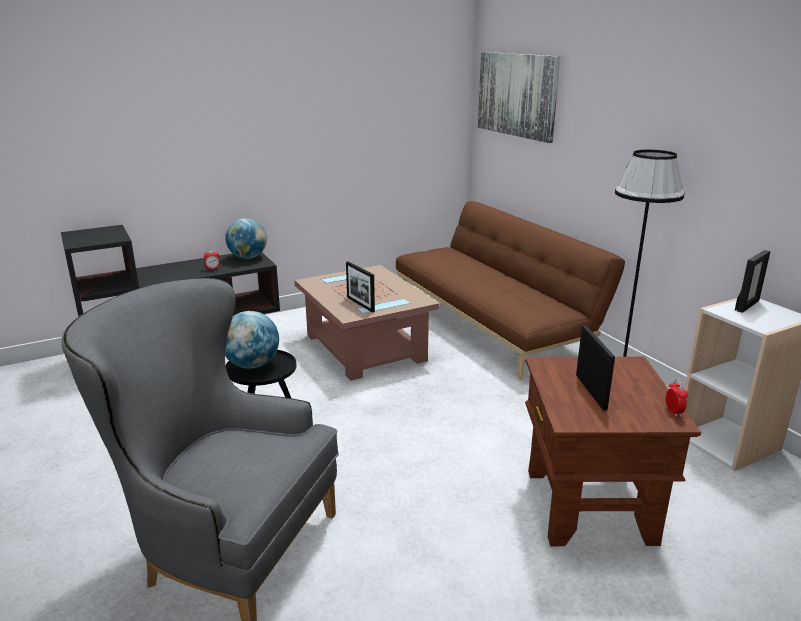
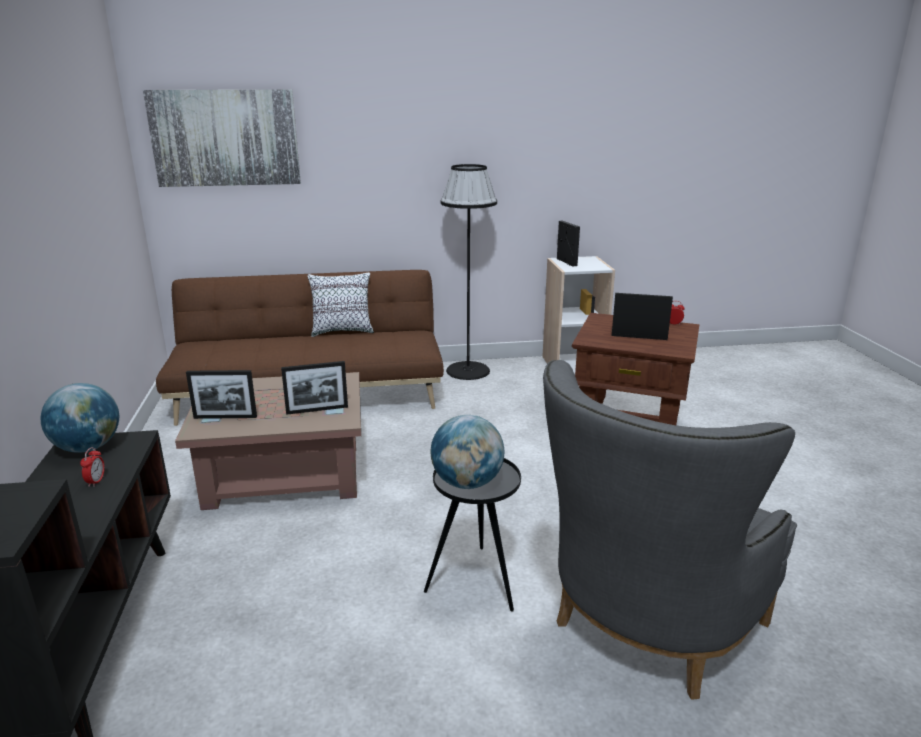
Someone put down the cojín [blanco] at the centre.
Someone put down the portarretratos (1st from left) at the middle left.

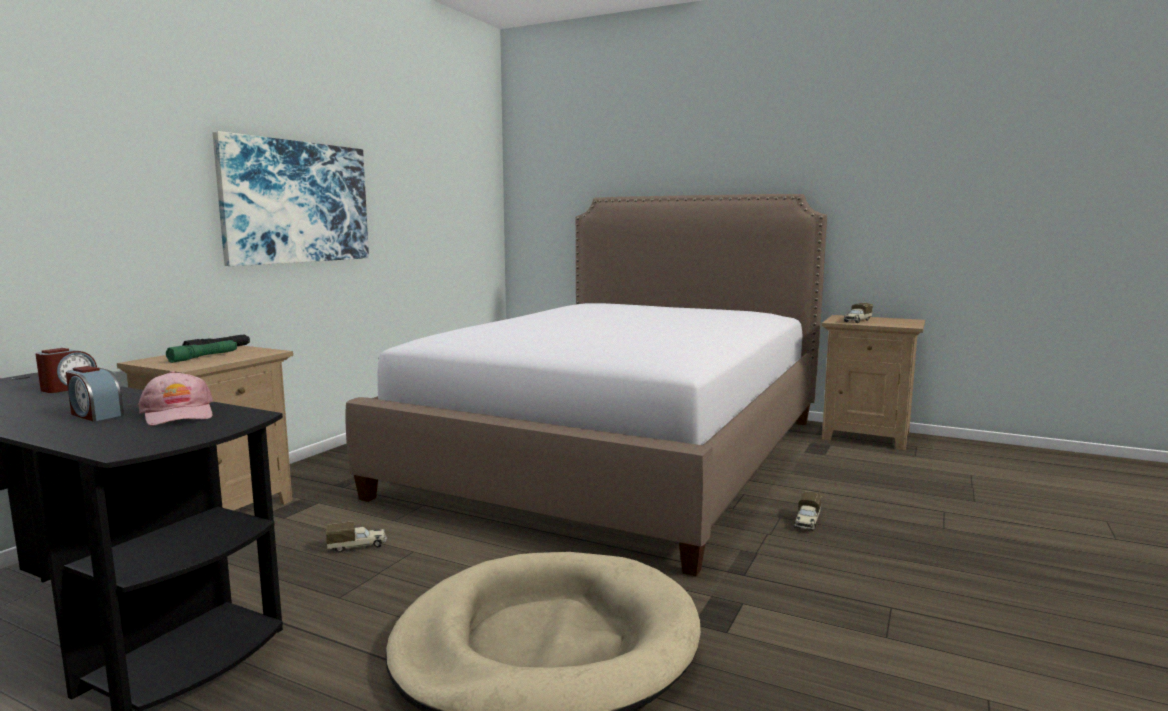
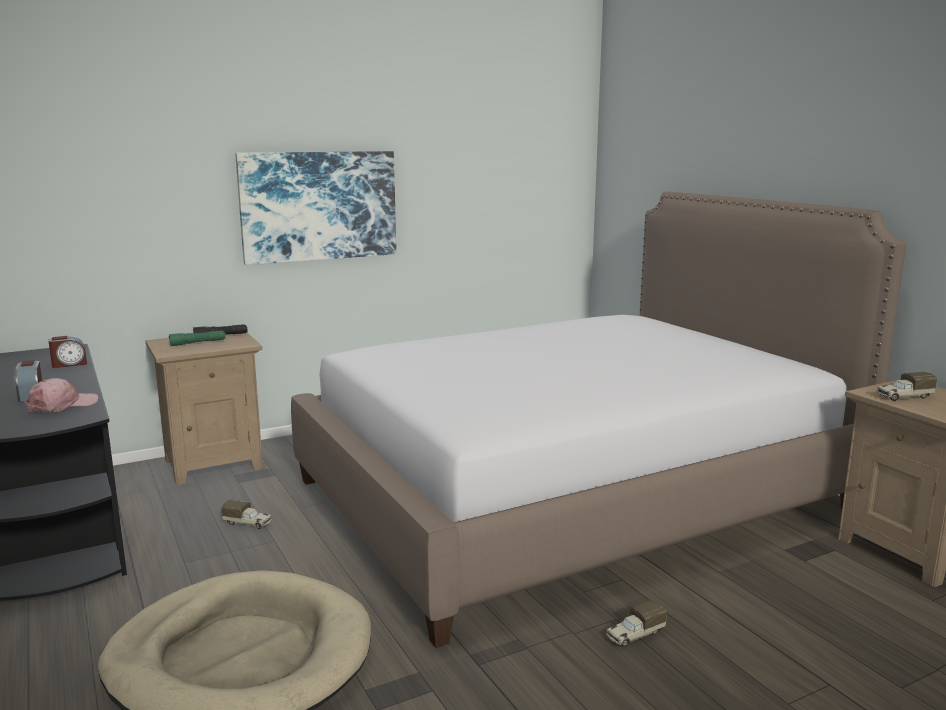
Someone rotated the gorra [rosa] at the middle left by 135 degrees counterclockwise.

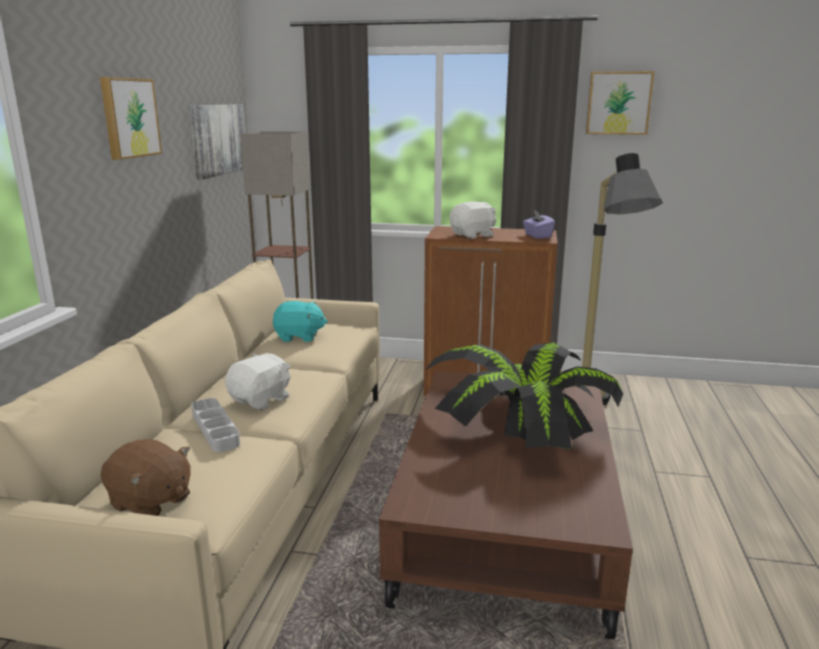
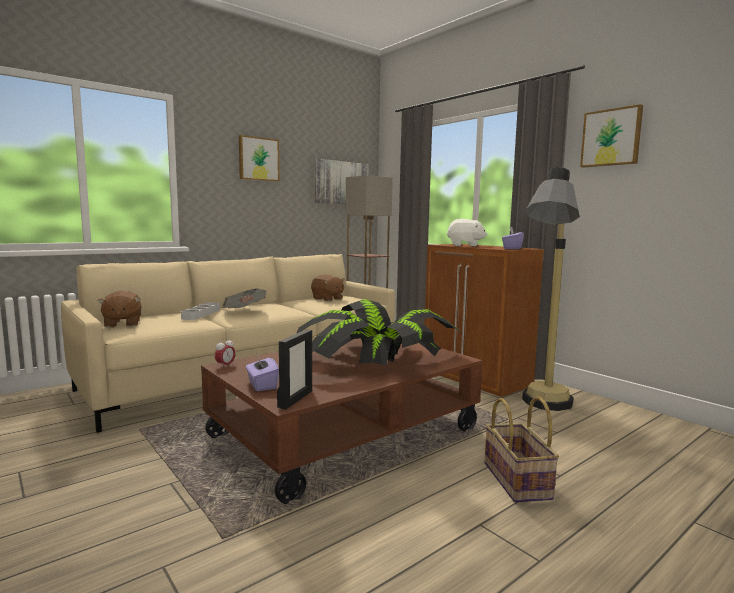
Someone repainted the peluche [turquesa] at the centre, which became the peluche [marrón] (2nd from left) at the centre.
Someone swapped the peluche [blanco] (1st from left) at the middle left for the periódico at the middle left.
Someone put down the portarretratos at the centre.
Someone put down the despertador at the middle left.
Someone put down the caja de pañuelos [morado] (1st from left) at the centre.
Someone put down the cesta at the bottom right.

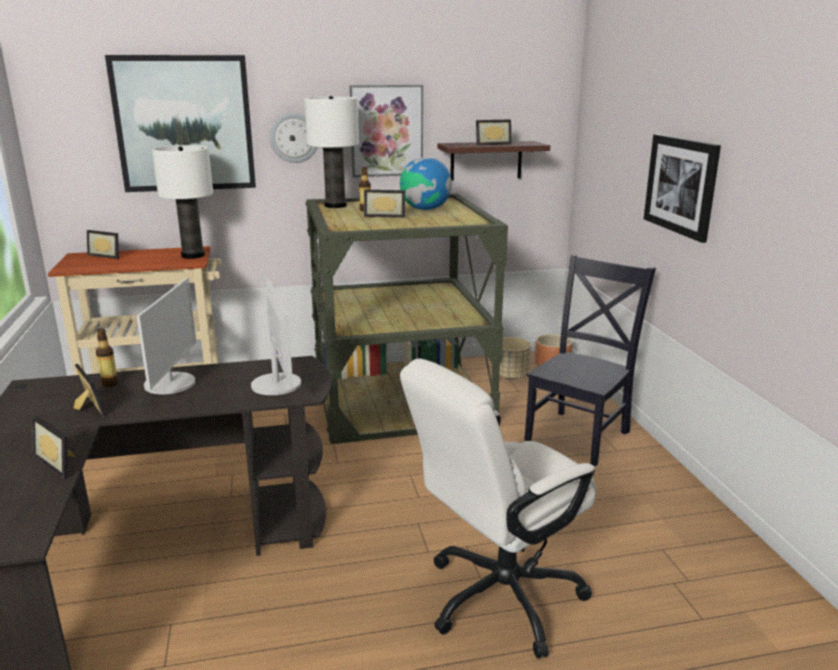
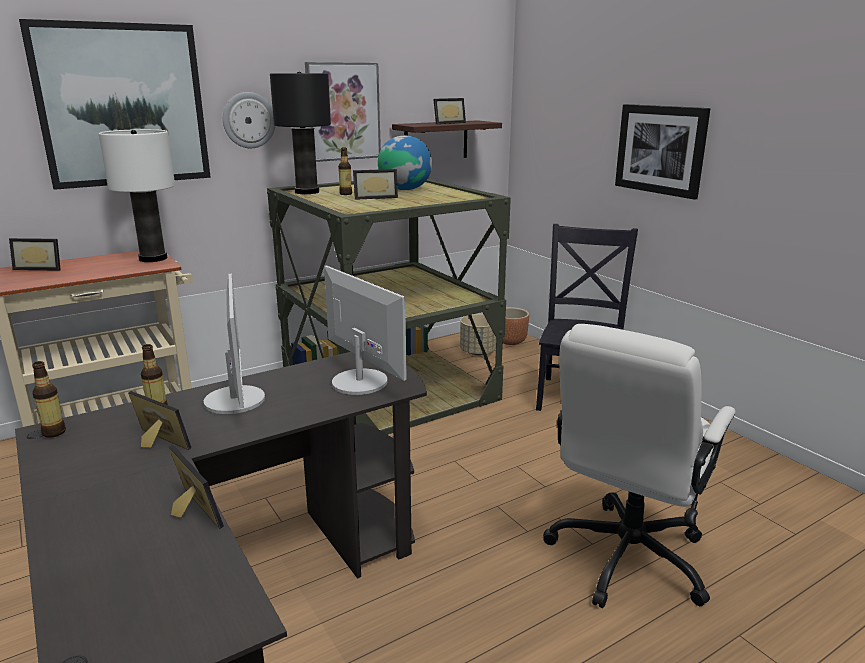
Someone repainted the lámpara de mesa [blanco] (2nd from left) at the top centre, which became the lámpara de mesa [negro] at the top centre.
Someone rotated the portarretratos (1st from left in the first image) at the bottom left by 150 degrees counterclockwise.
Someone put down the botella (1st from left) at the middle left.

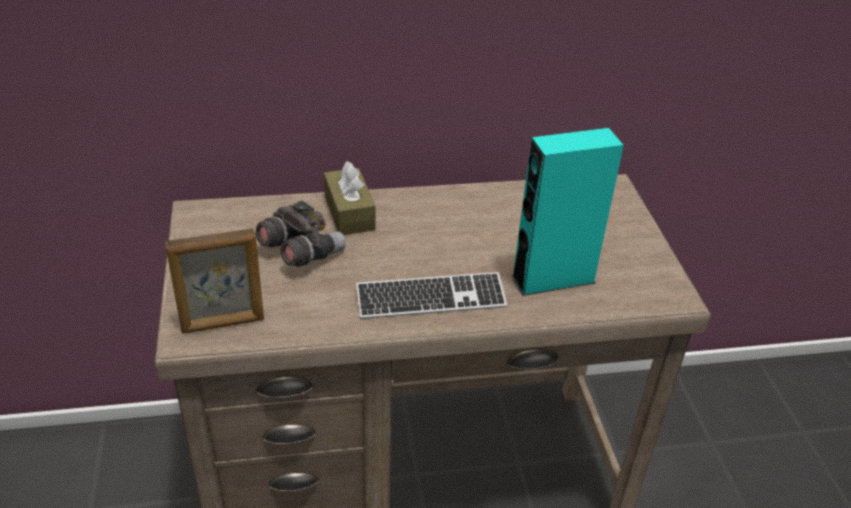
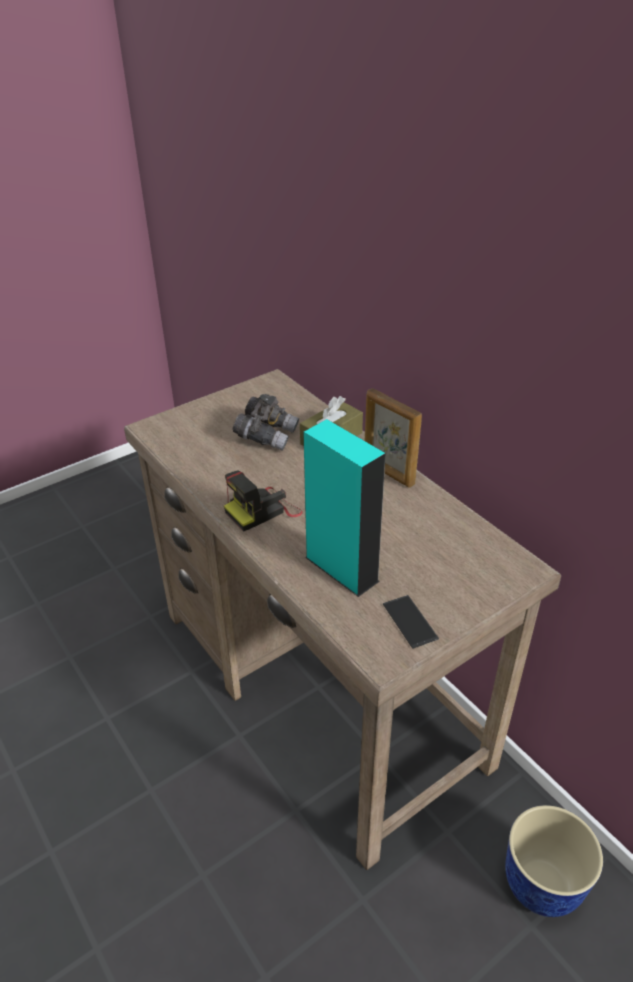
Someone carried the portarretratos from the middle left to the centre.
Someone swapped the teclado at the centre for the cámara at the centre.
Someone put down the móvil at the centre.
Someone put down the maceta at the bottom right.

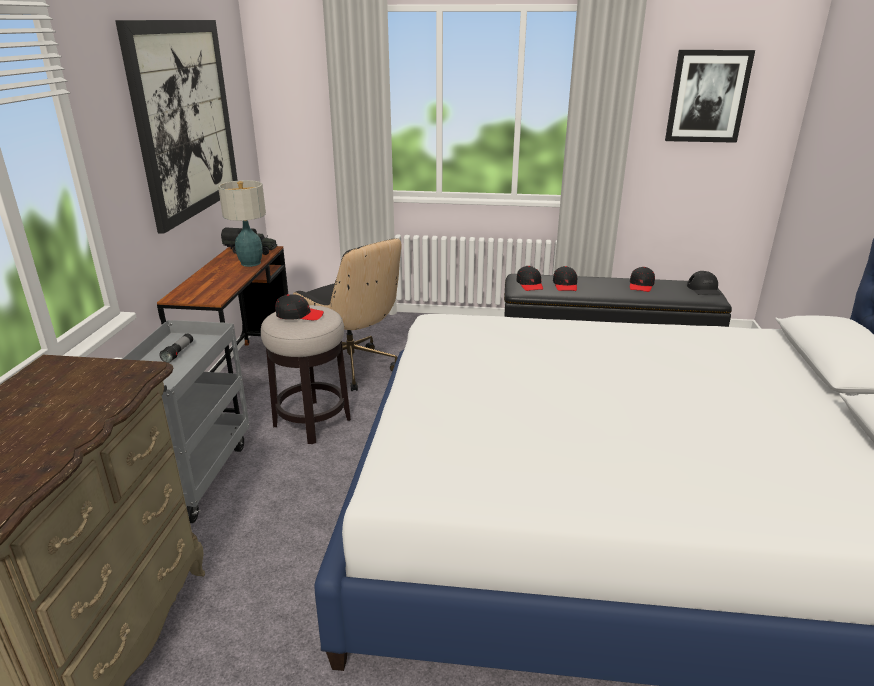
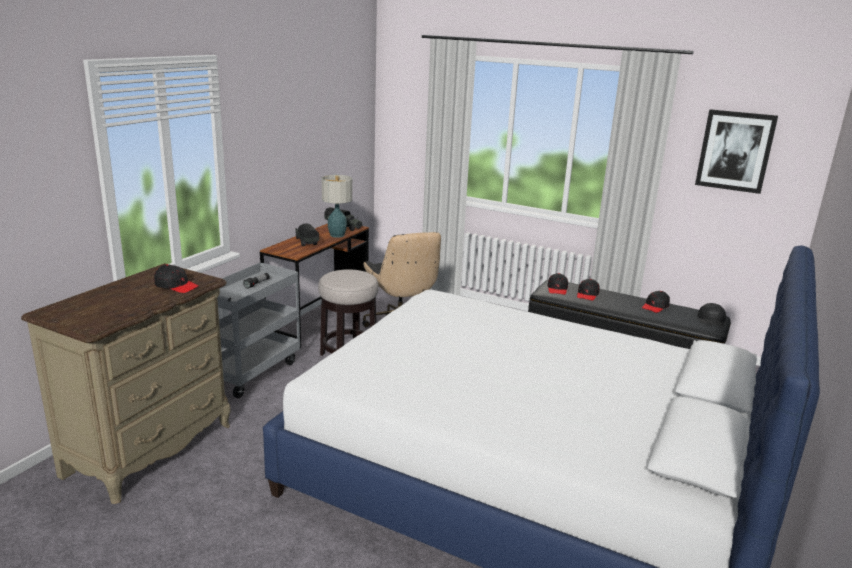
Someone took away the cuadro (1st from left) at the top left.
Someone carried the gorra [negro] (1st from left) from the centre to the middle left.
Someone put down the camión de juguete (1st from left) at the centre.

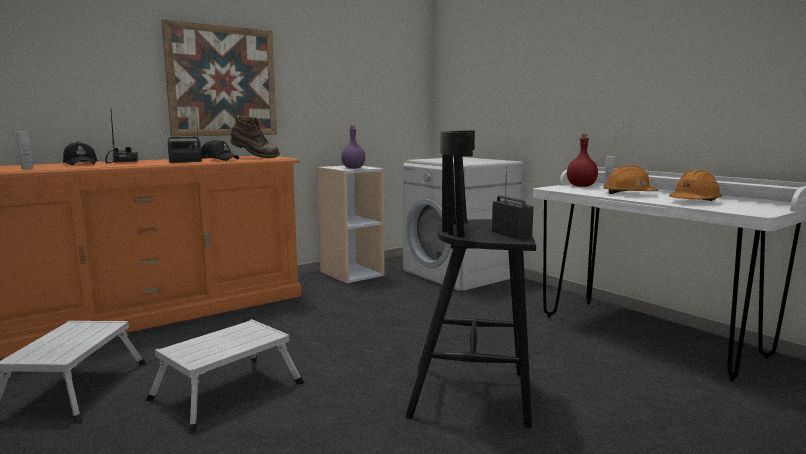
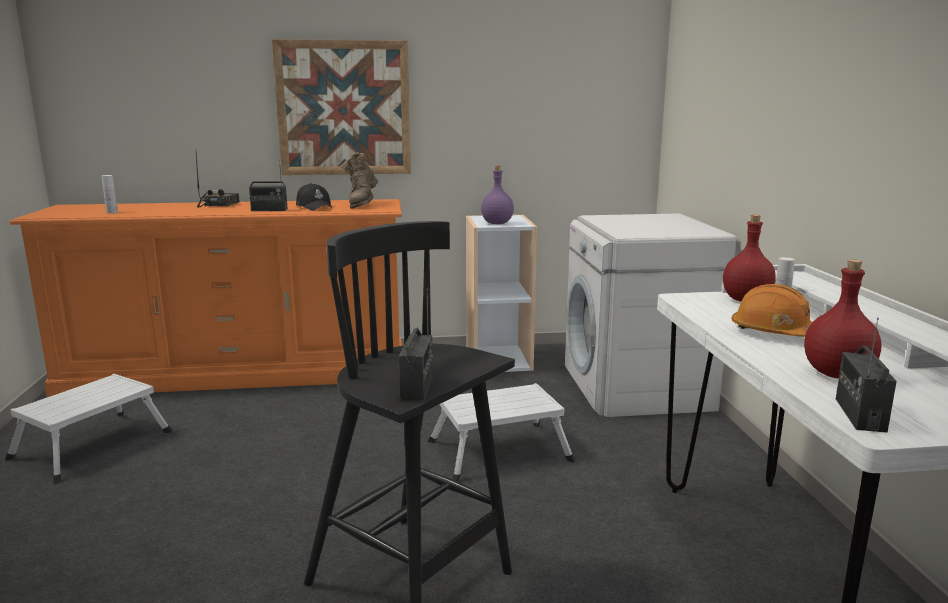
Someone rotated the bota [marrón] at the top left by 60 degrees clockwise.
Someone took away the gorra [negro] (1st from left) at the middle left.
Someone swapped the casco [naranja] (2nd from left) at the middle right for the botella [rojo] (2nd from left) at the middle right.
Someone carried the escalera de tijera [blanco] (2nd from left) from the bottom left to the bottom centre.
Someone put down the radio (4th from left) at the middle right.

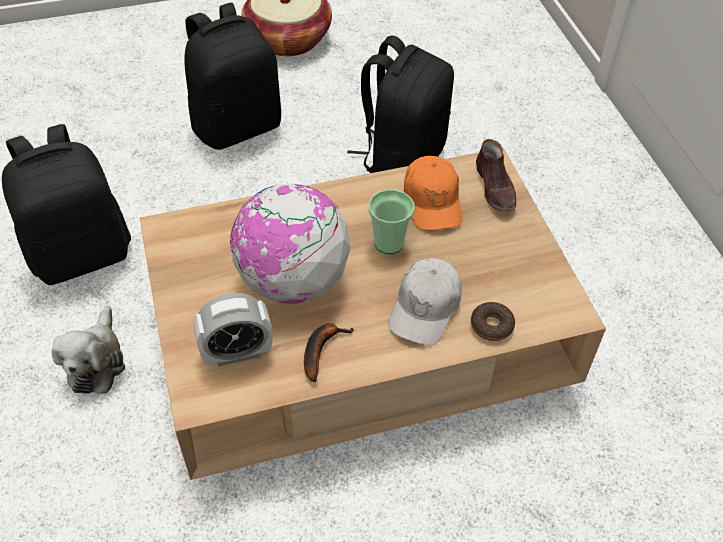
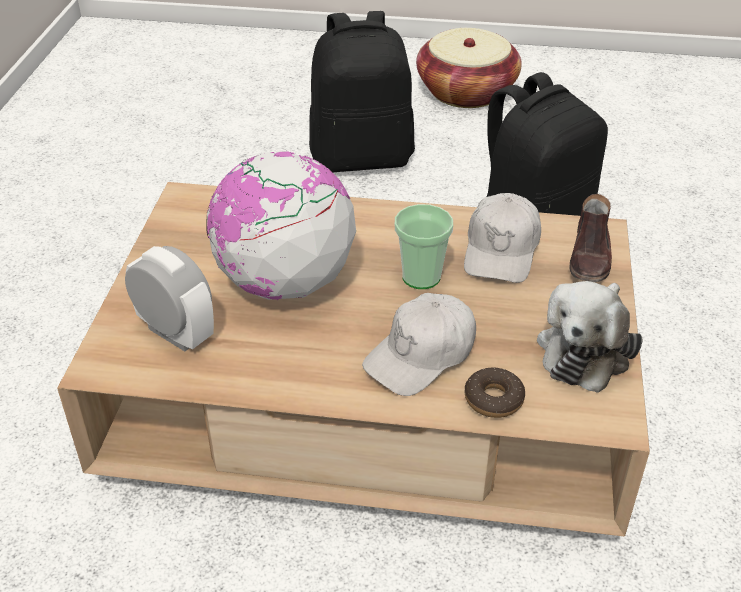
Someone took away the mochila [negro] (1st from left) at the middle left.
Someone repainted the gorra [naranja] at the centre, which became the gorra [blanco] (2nd from left) at the middle right.
Someone rotated the despertador at the middle left by 150 degrees counterclockwise.
Someone carried the peluche from the middle left to the middle right.
Someone took away the plátano at the centre.

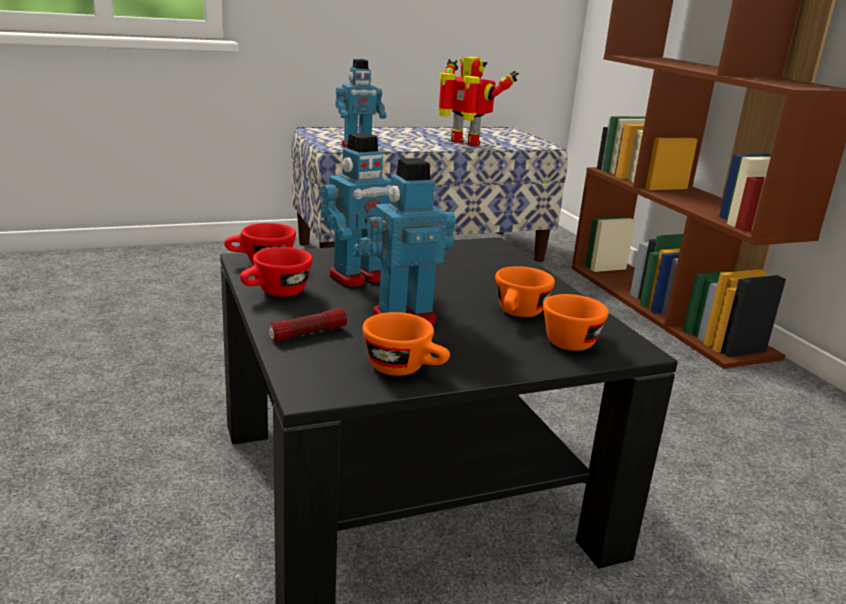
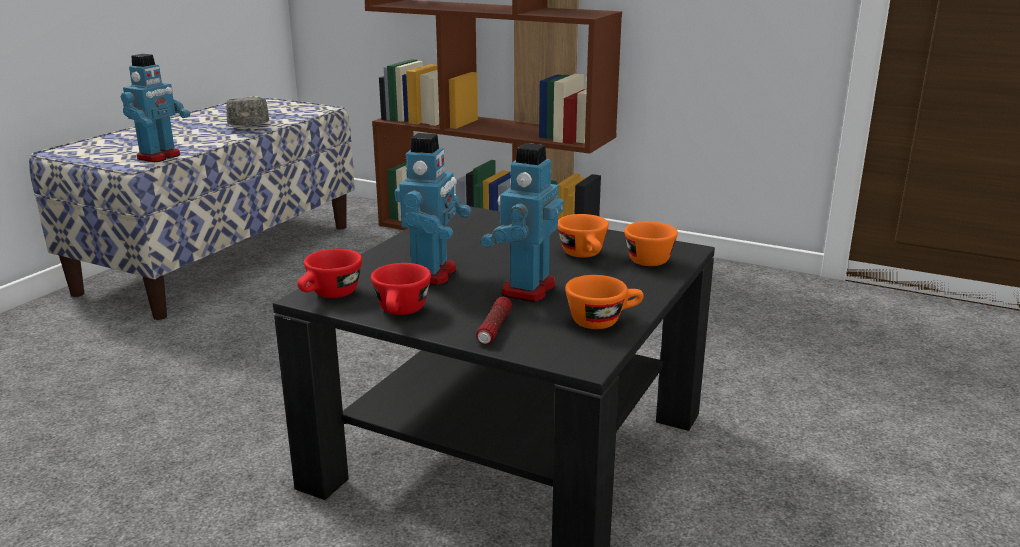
Someone swapped the robot de juguete (4th from left) at the top centre for the gorra [gris] at the top left.

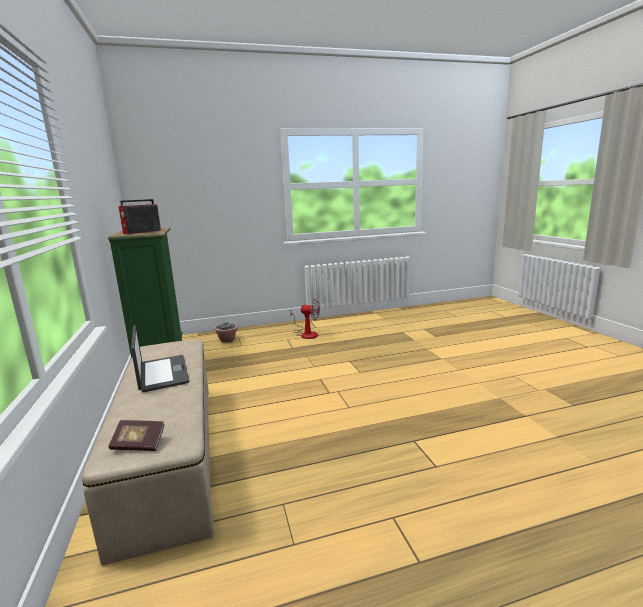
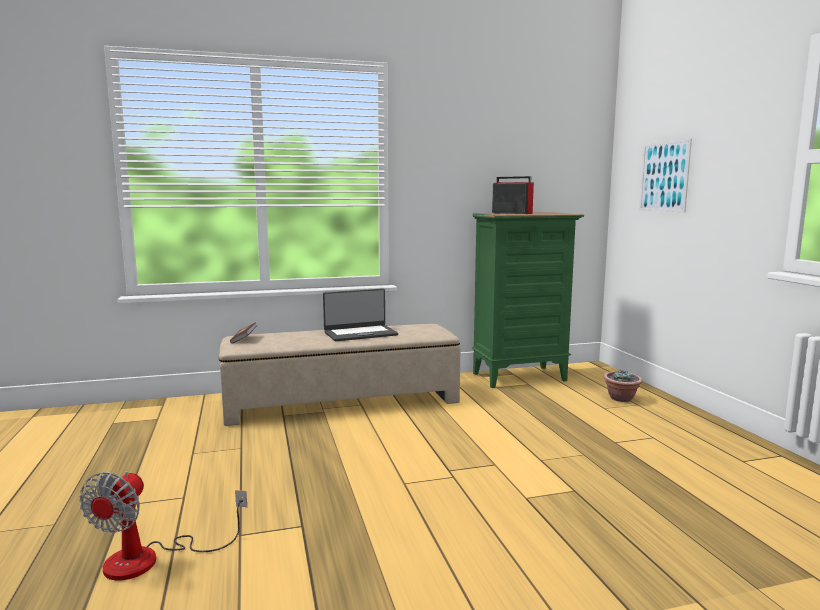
Someone carried the ventilador from the centre to the bottom left.
Someone put up the cuadro at the top right.

